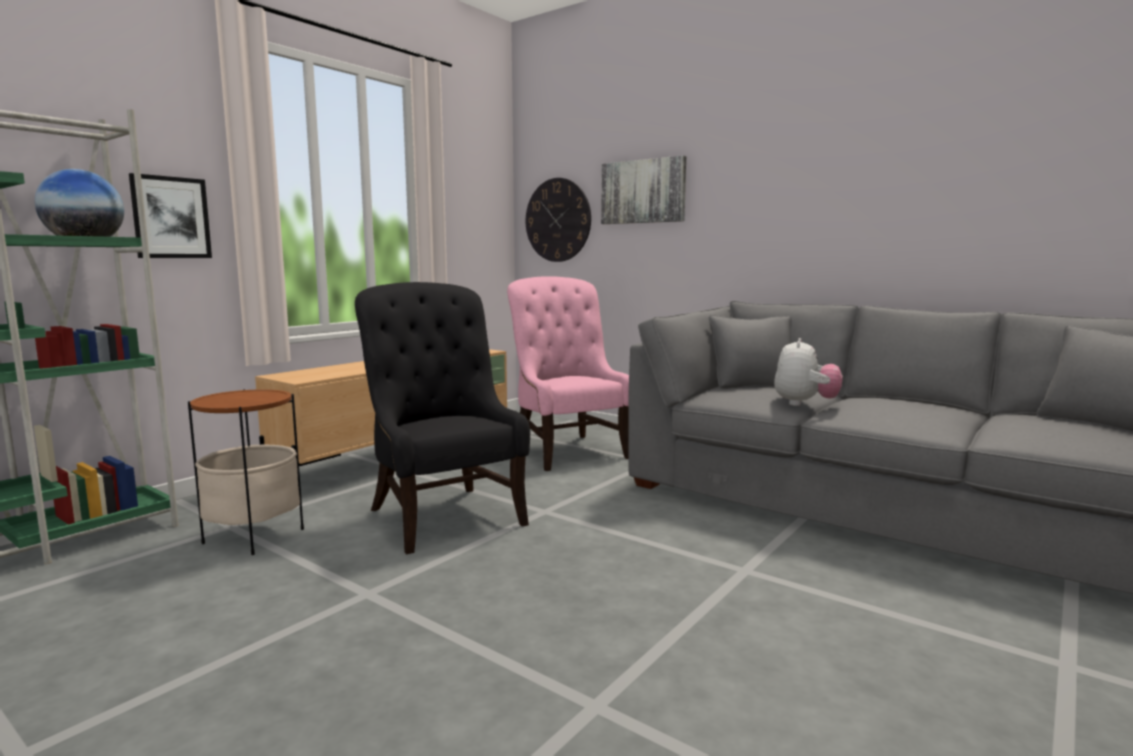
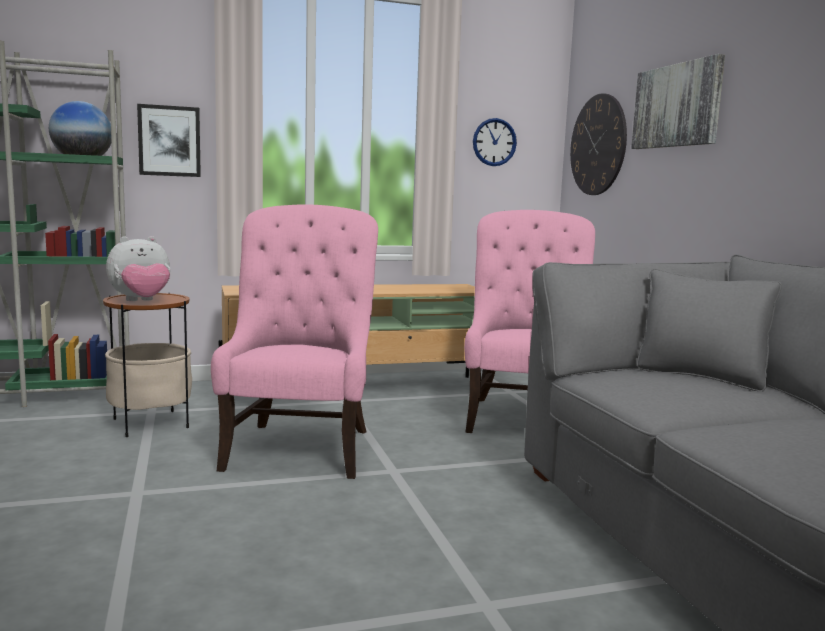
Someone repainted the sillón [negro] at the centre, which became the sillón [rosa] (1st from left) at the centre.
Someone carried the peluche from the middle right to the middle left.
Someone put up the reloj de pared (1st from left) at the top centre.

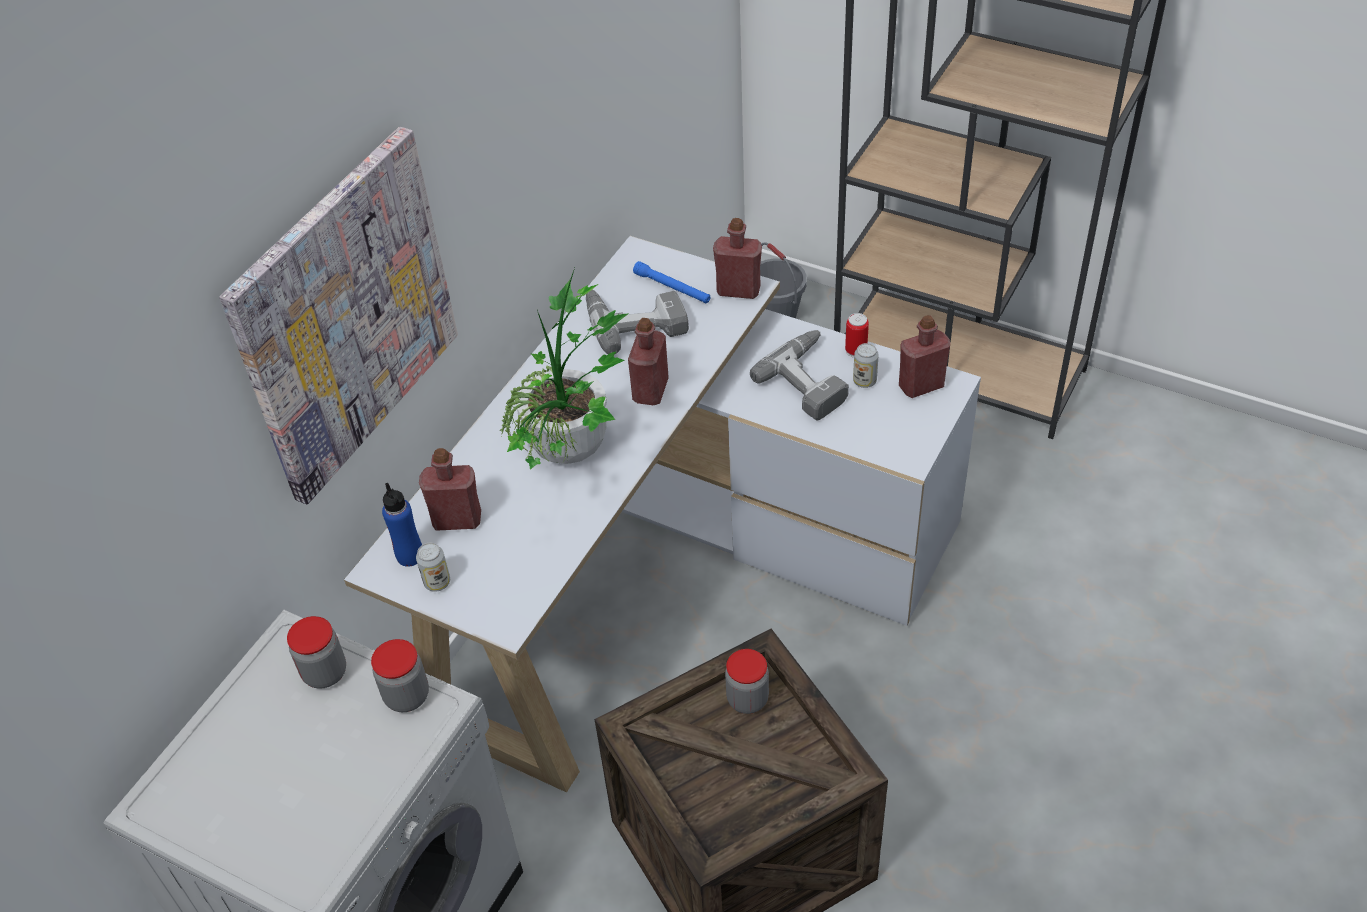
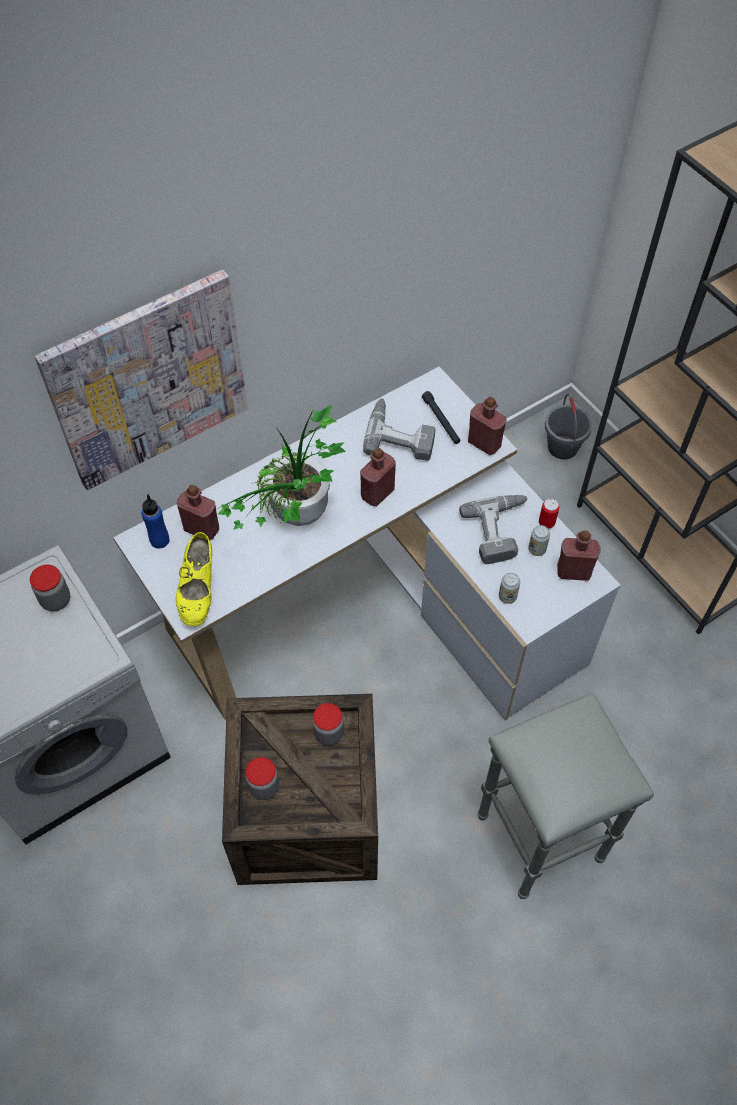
Someone repainted the linterna [azul] at the top centre, which became the linterna [negro] at the centre.
Someone carried the lata (1st from left) from the middle left to the middle right.
Someone carried the tarro (2nd from left) from the bottom left to the bottom centre.
Someone put down the zapato [amarillo] at the middle left.
Someone put down the taburete [gris] at the bottom right.

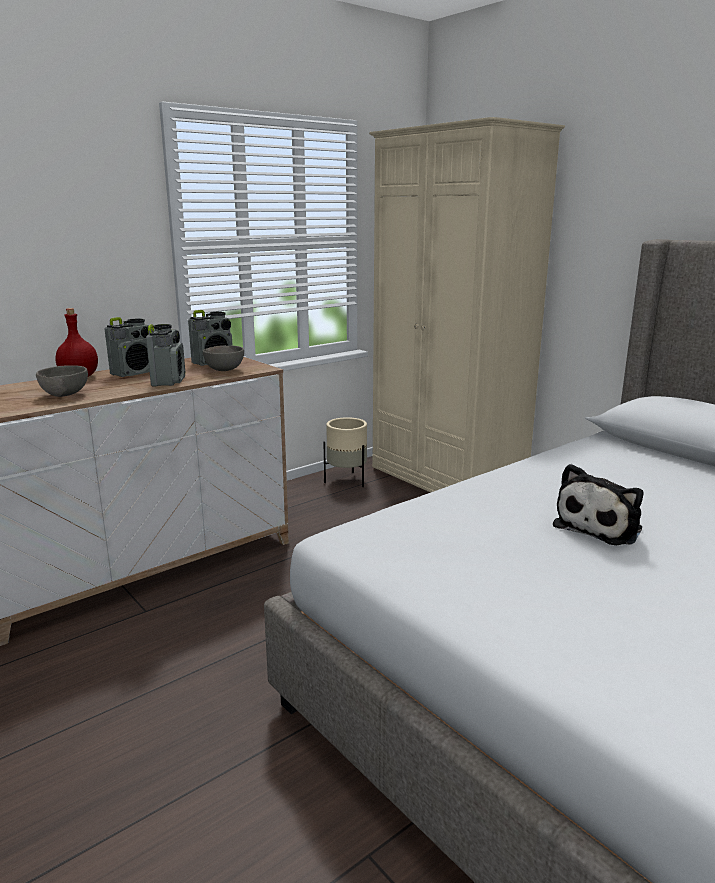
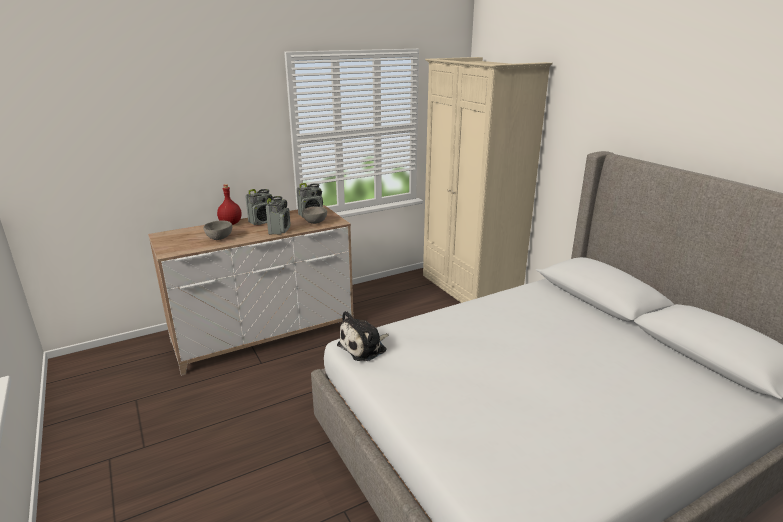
Someone took away the maceta [beis] at the centre.
Someone carried the peluche from the middle right to the centre.

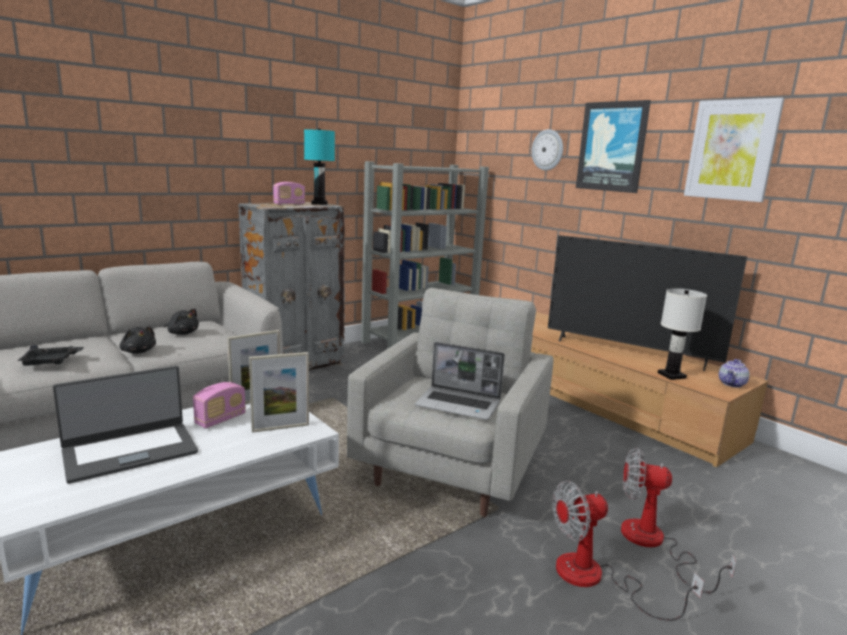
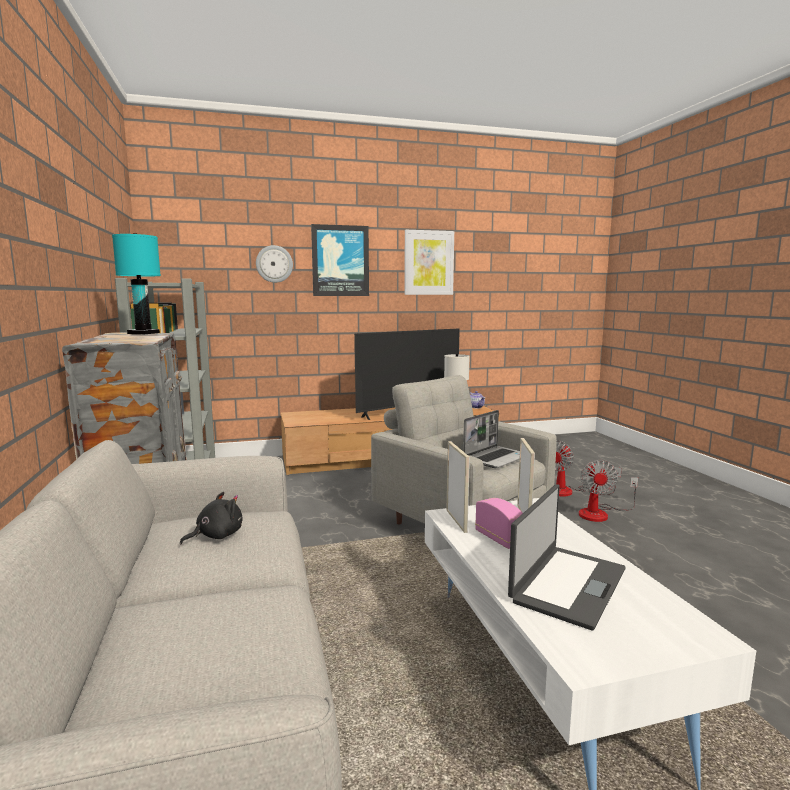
Someone took away the radio (2nd from left) at the top centre.
Someone took away the peluche [negro] (1st from left) at the middle left.
Someone took away the bandeja [negro] at the middle left.
Someone rotated the portátil (1st from left in the first image) at the bottom left by 45 degrees clockwise.

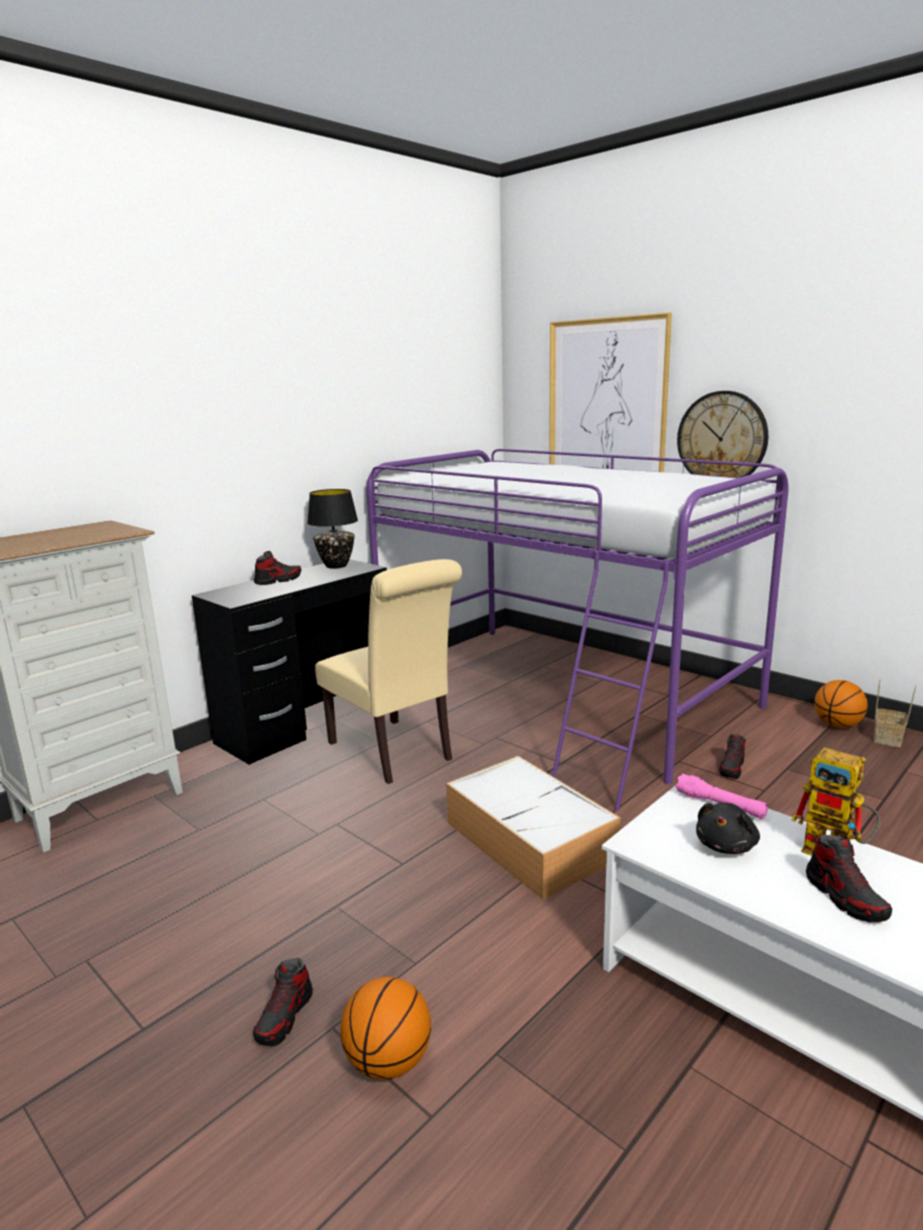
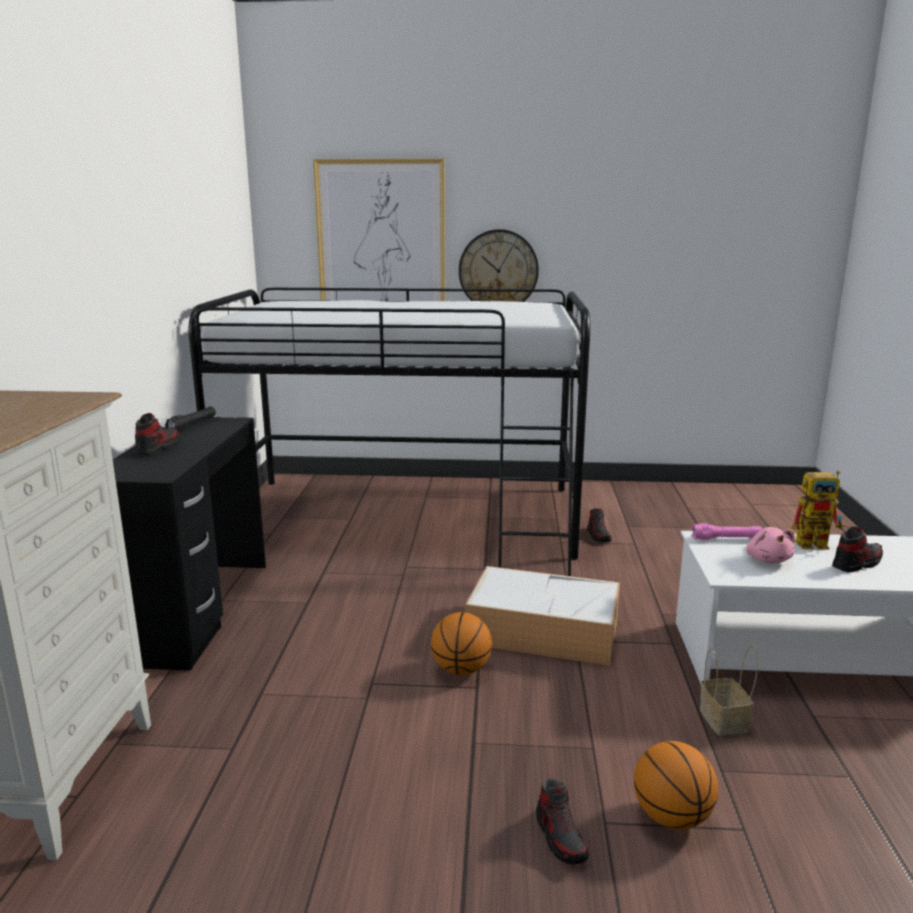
Someone repainted the cama [morado] at the centre, which became the cama [negro] at the centre.
Someone swapped the lámpara de mesa [negro] at the centre for the linterna [negro] at the middle left.
Someone took away the silla [beis] at the centre.
Someone carried the cesta from the middle right to the bottom right.
Someone carried the balón de baloncesto (2nd from left in the first image) from the middle right to the bottom centre.
Someone repainted the peluche [negro] at the bottom right, which became the peluche [rosa] at the middle right.
Someone rotated the zapato (4th from left) at the bottom right by 60 degrees counterclockwise.

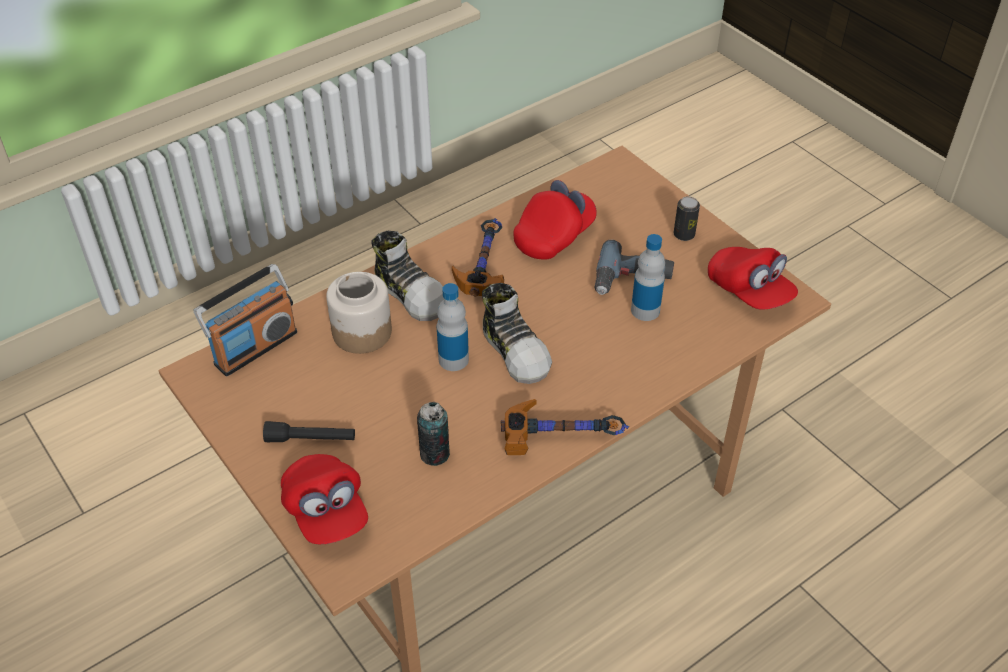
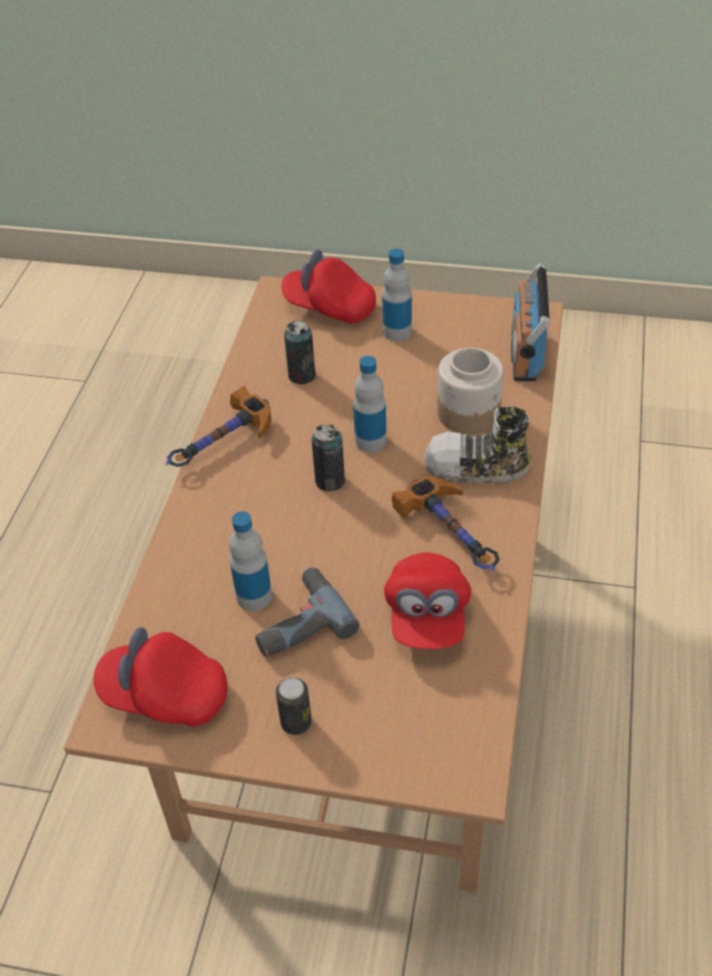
Someone swapped the zapato (2nd from left) at the centre for the lata (3rd from left) at the centre.
Someone swapped the linterna [negro] at the middle left for the botella (3rd from left) at the top centre.

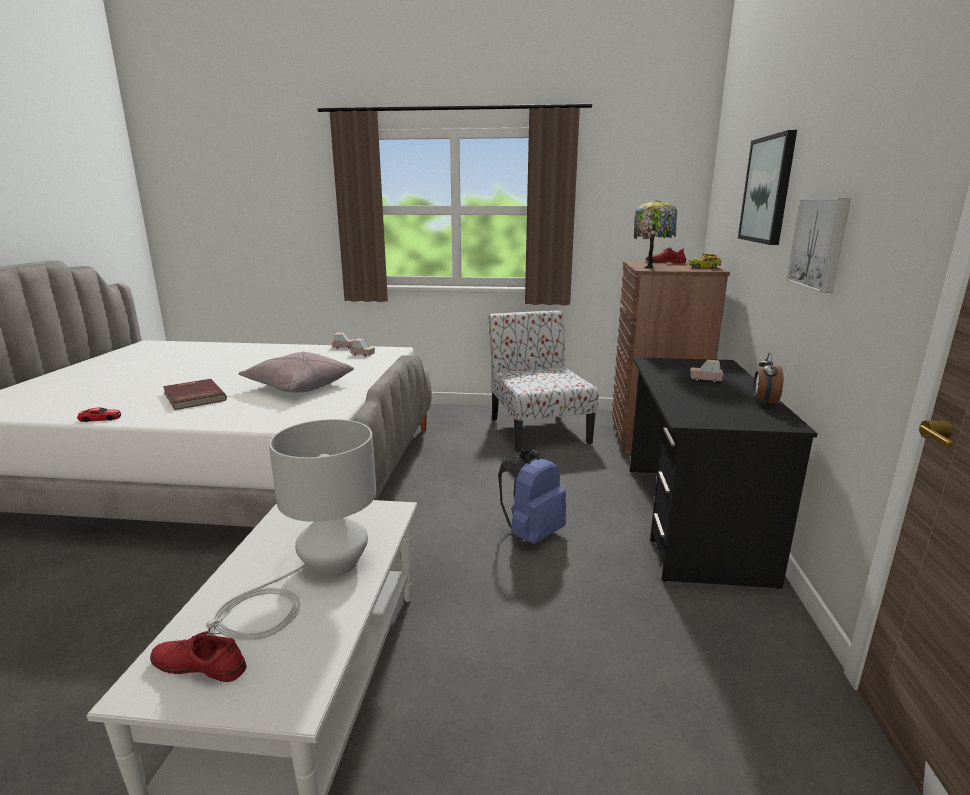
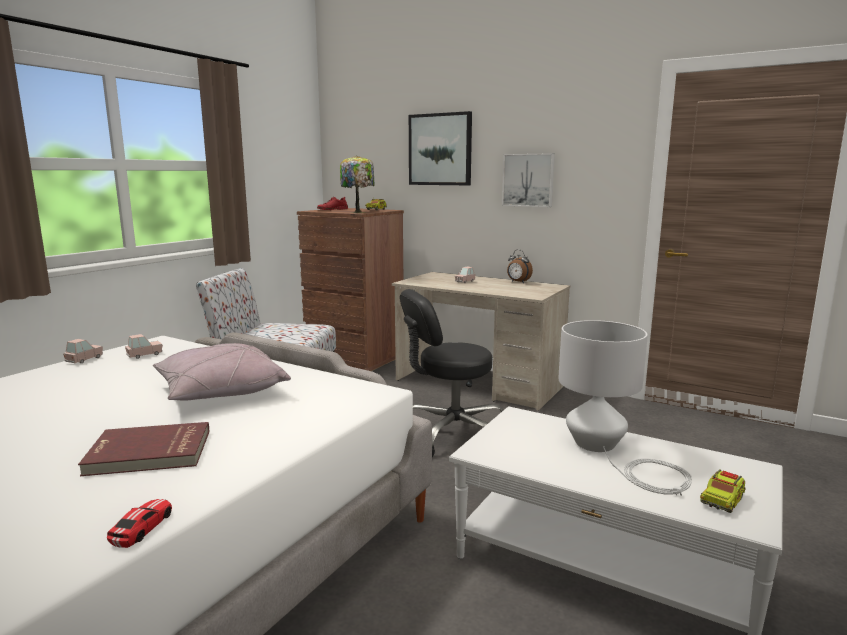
Someone repainted the escritorio [negro] at the middle right, which became the escritorio [beis] at the centre.
Someone swapped the mochila [azul] at the centre for the silla de oficina [negro] at the centre.
Someone swapped the zapato [rojo] (1st from left) at the bottom left for the camión de juguete (2nd from left) at the bottom right.

